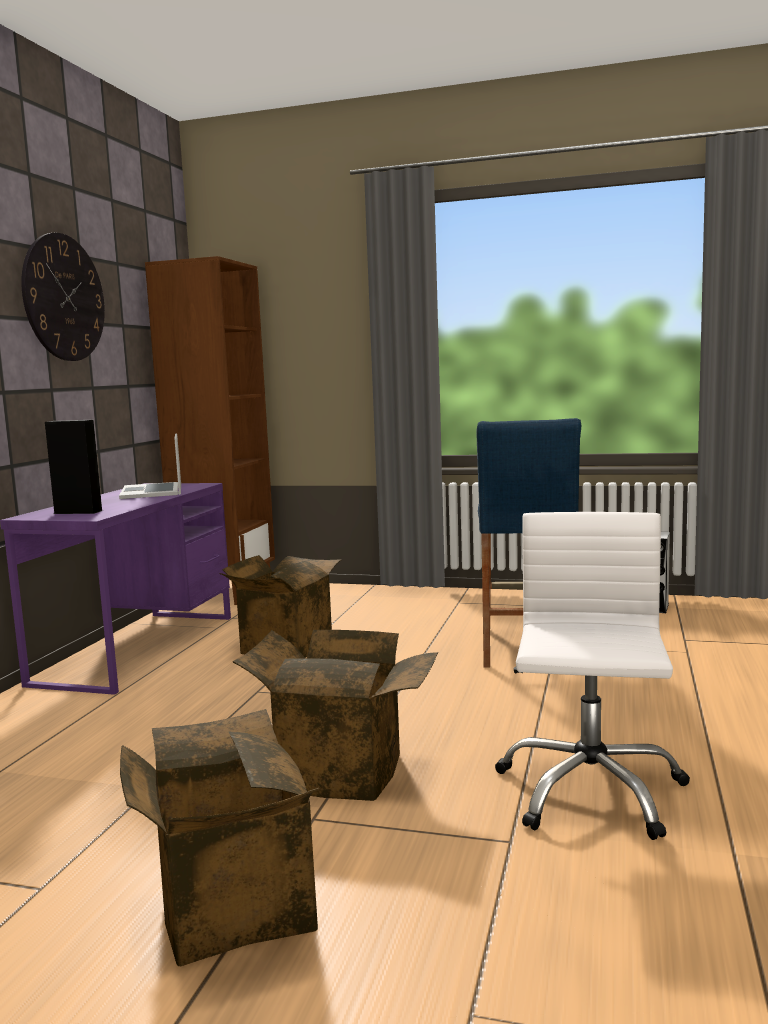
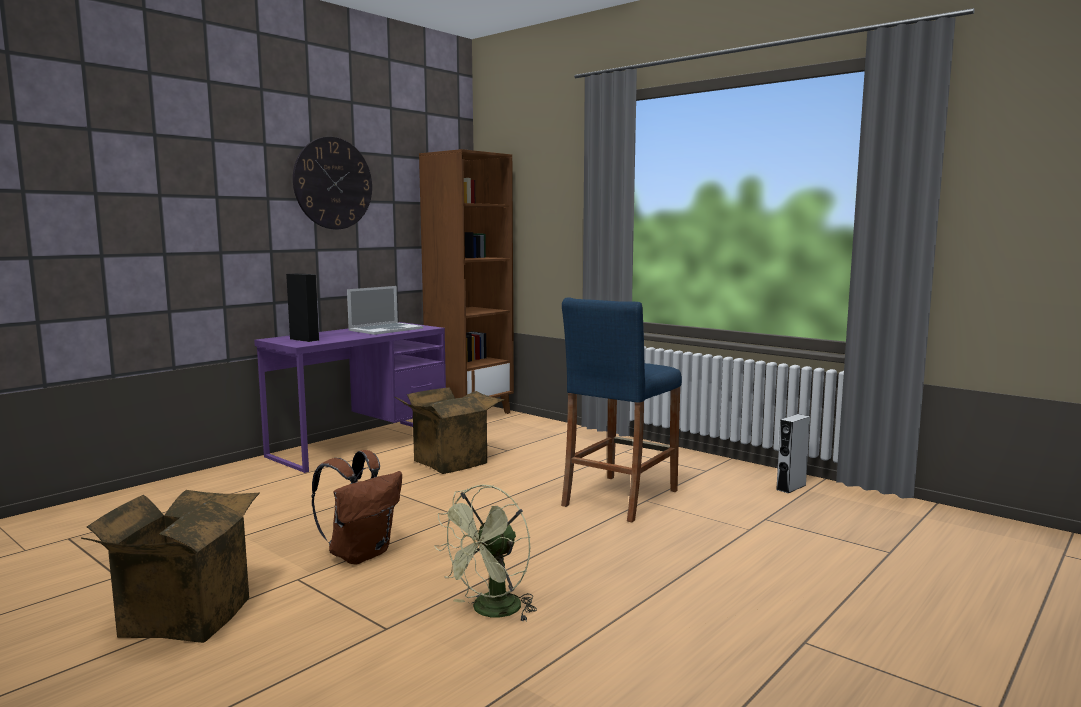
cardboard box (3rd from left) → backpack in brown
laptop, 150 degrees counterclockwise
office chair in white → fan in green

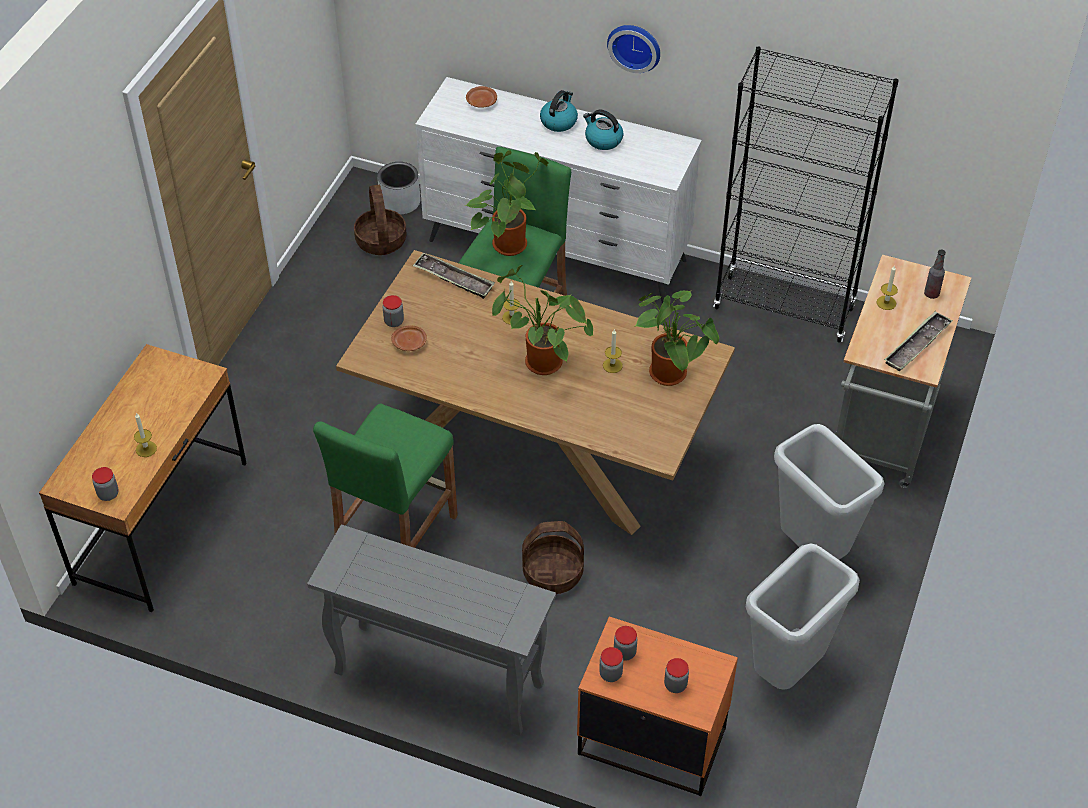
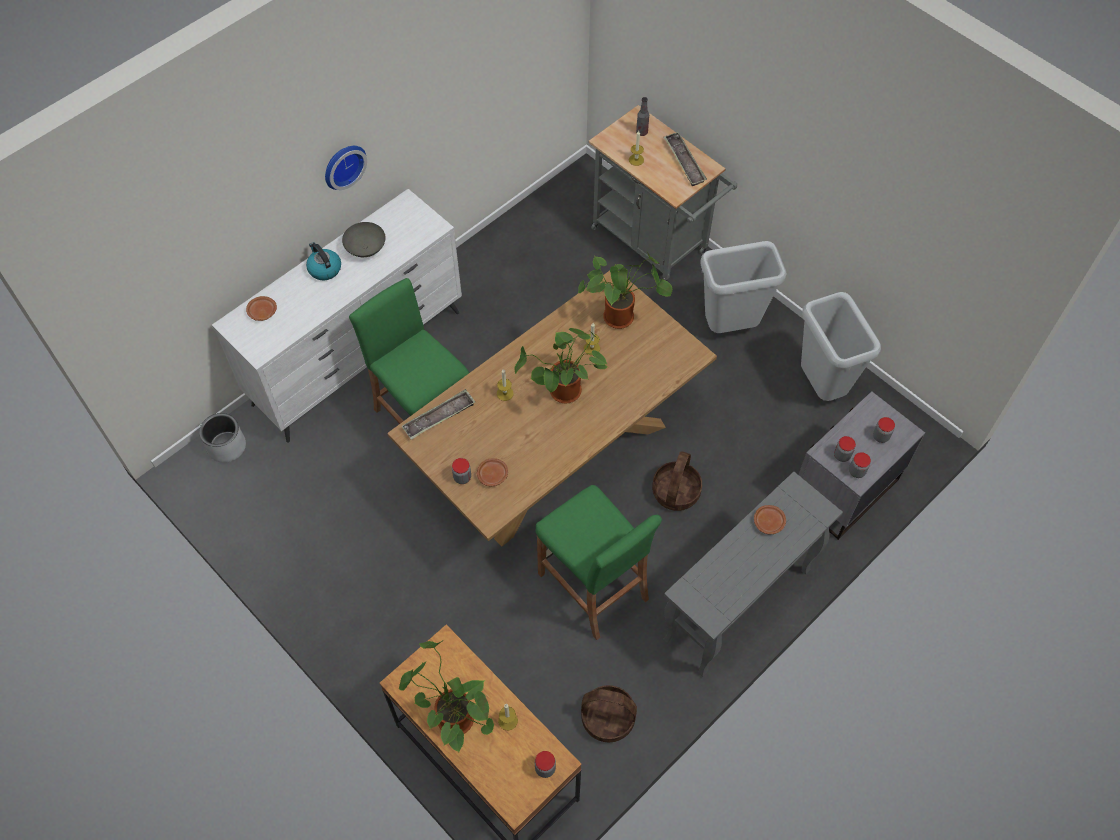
kettle (2nd from left) → bowl in grey
potted plant (1st from left), moved
basket (1st from left), moved
- → plate in brown (3rd from left)
nightstand in orange → nightstand in grey
bookcase in black → -

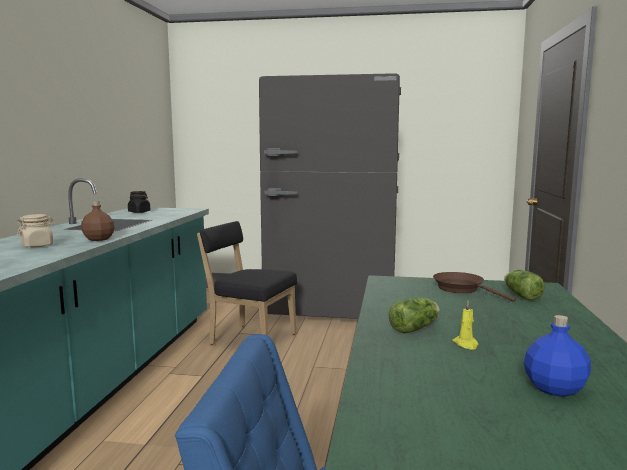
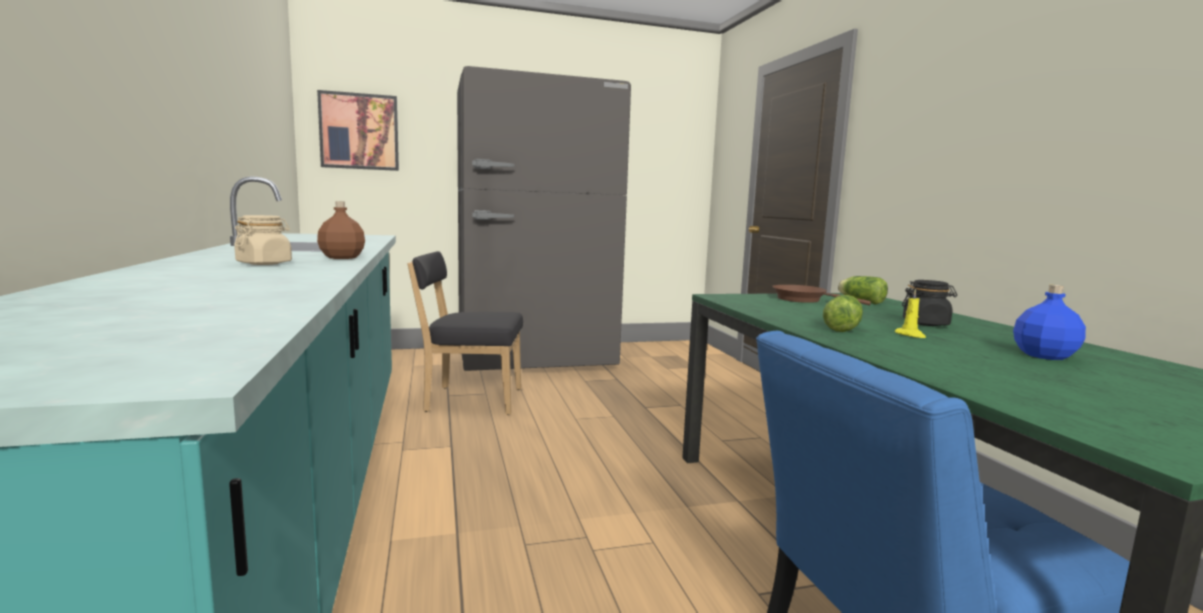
- → picture
jar in black, moved

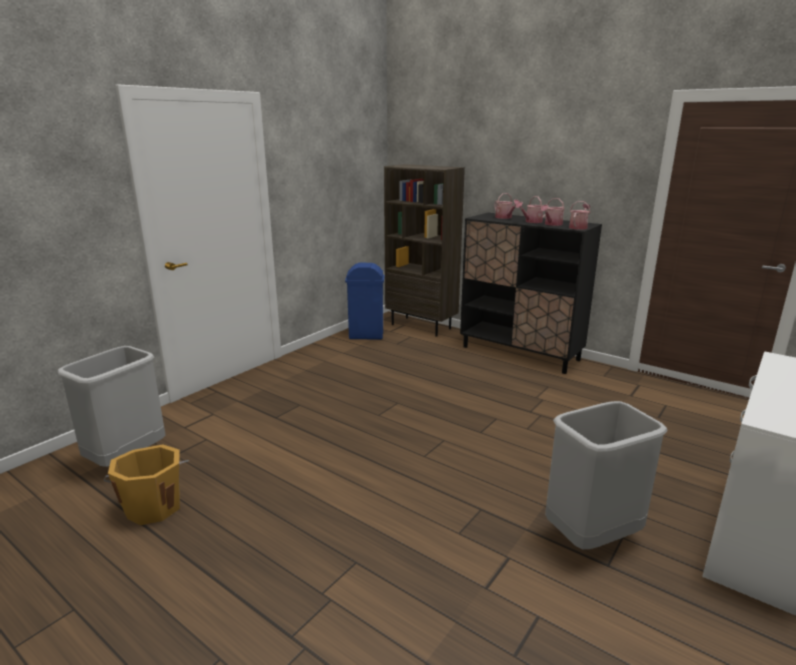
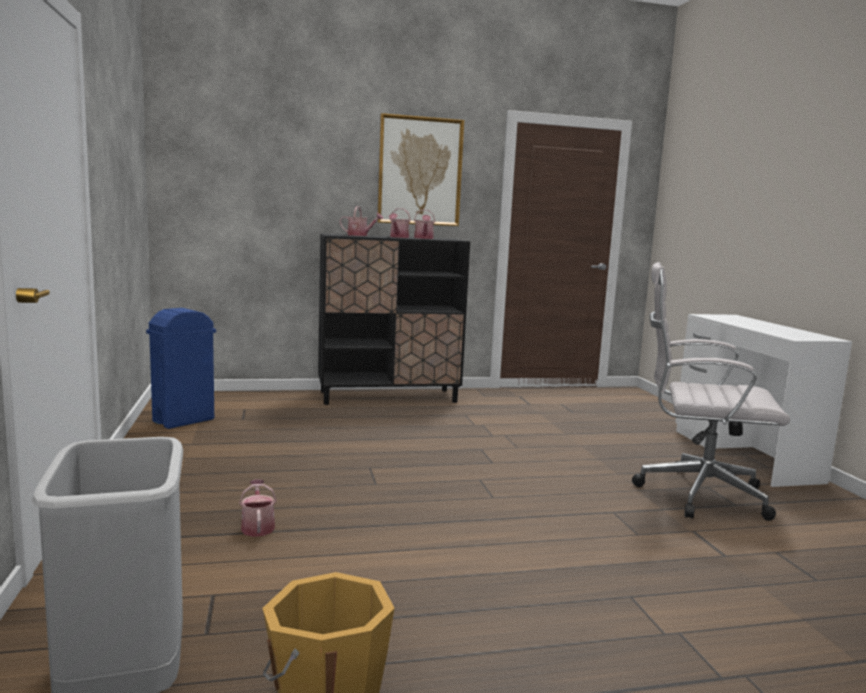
watering can (4th from left in the first image) → watering can (1st from left), moved
- → picture
trash can in grey (2nd from left) → office chair in white
bookcase in brown → -

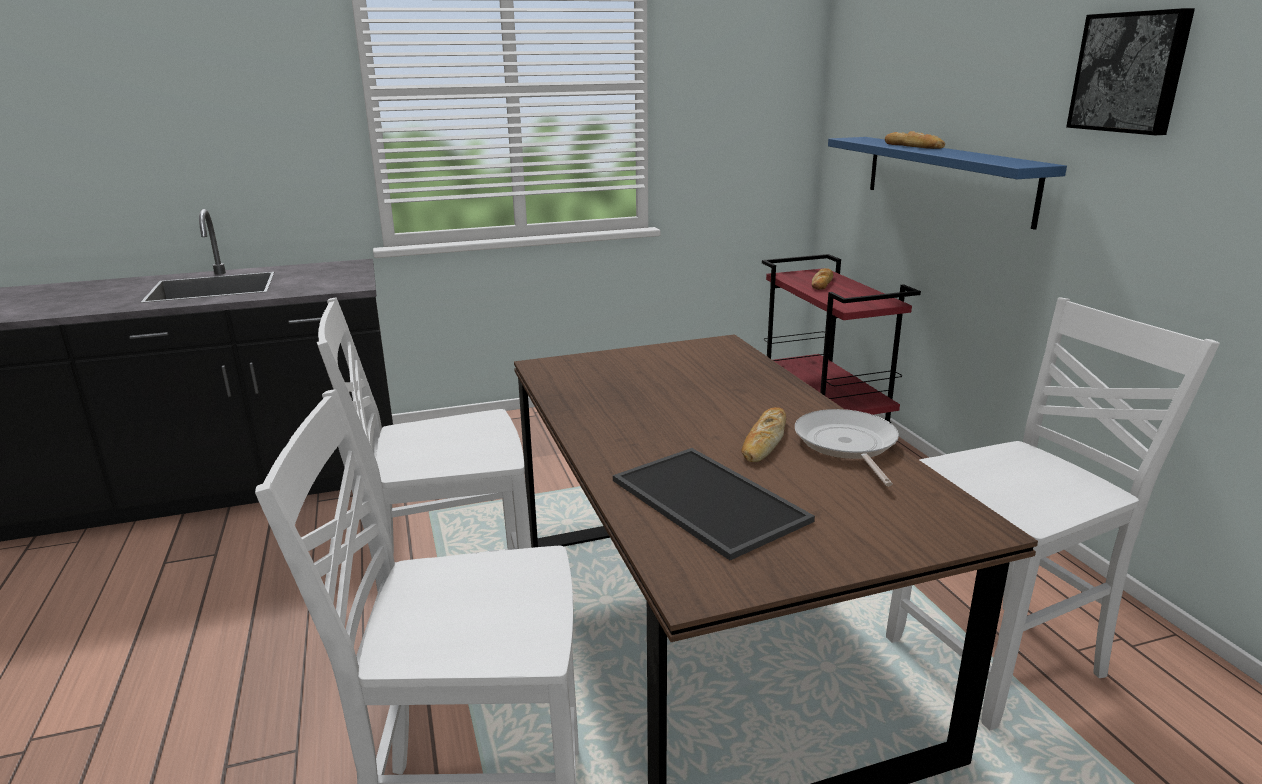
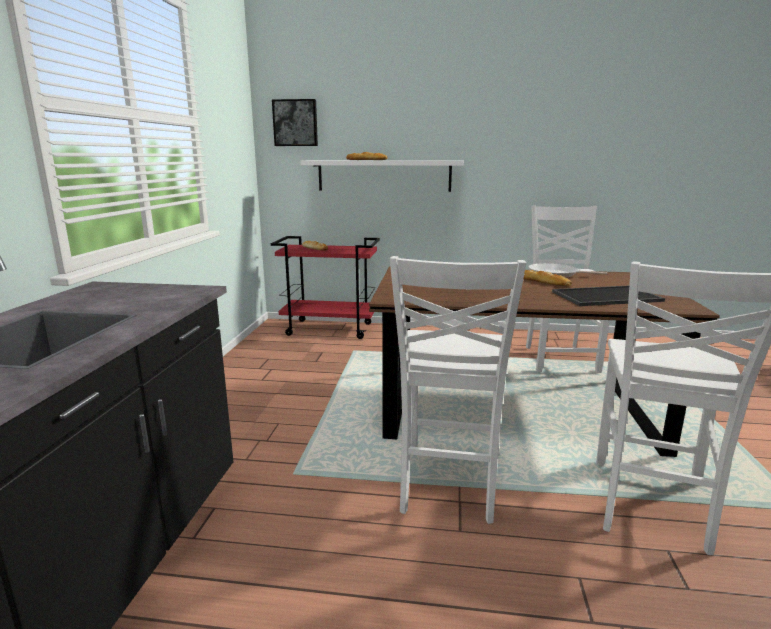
picture, moved
shelf in blue → shelf in white

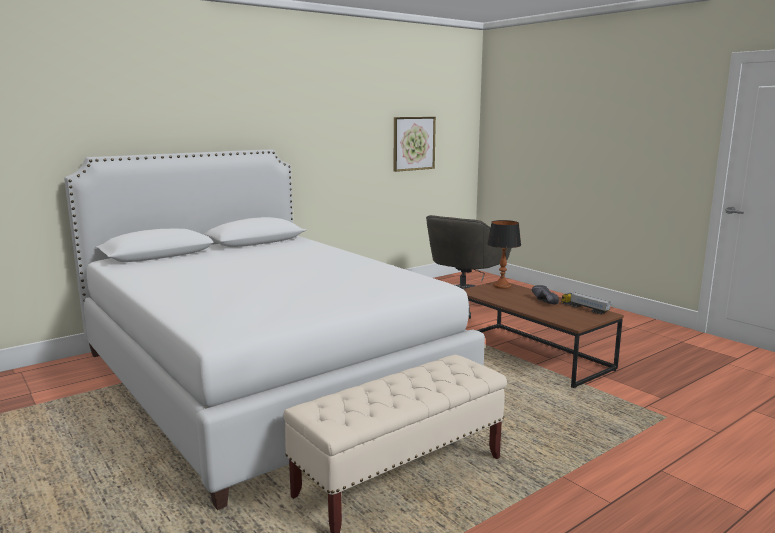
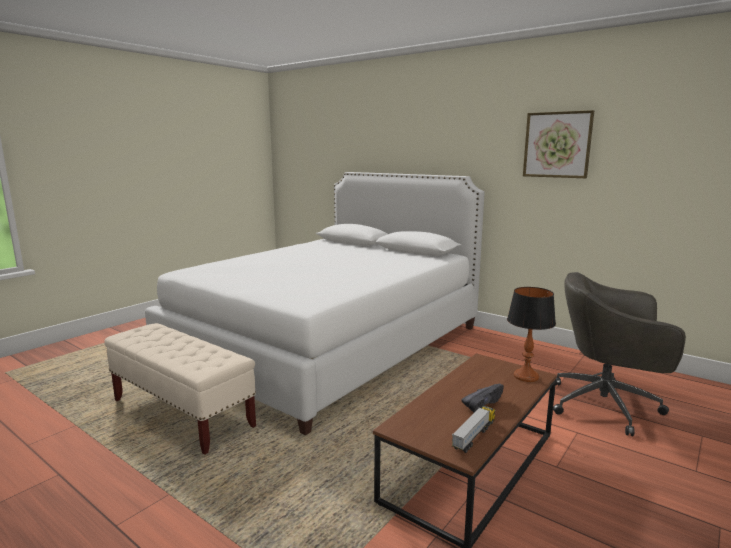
picture, moved

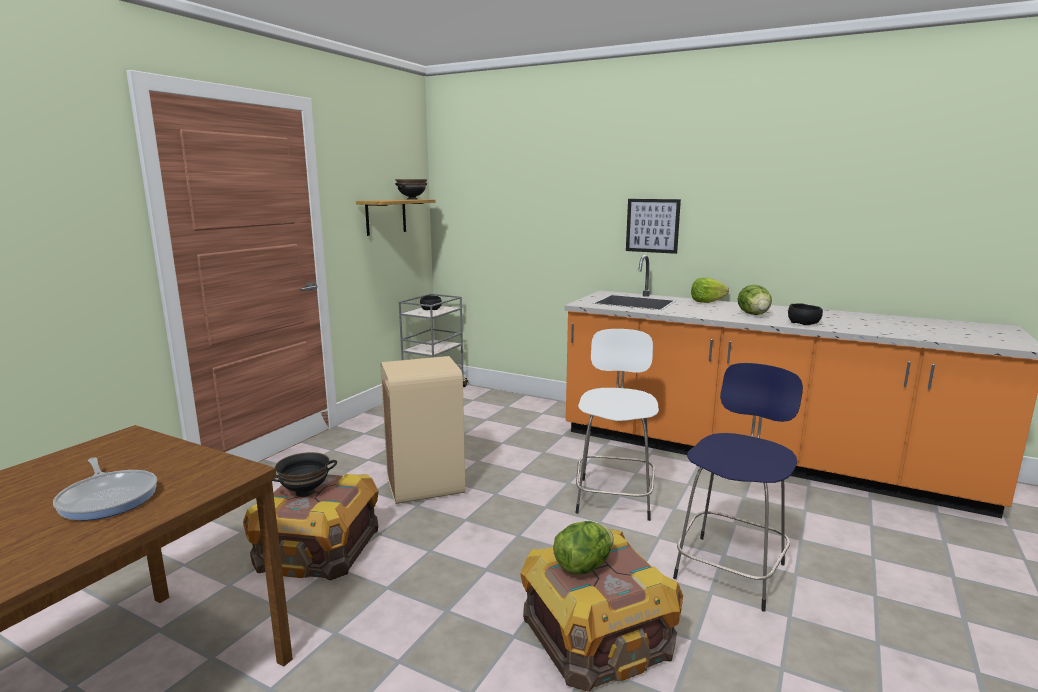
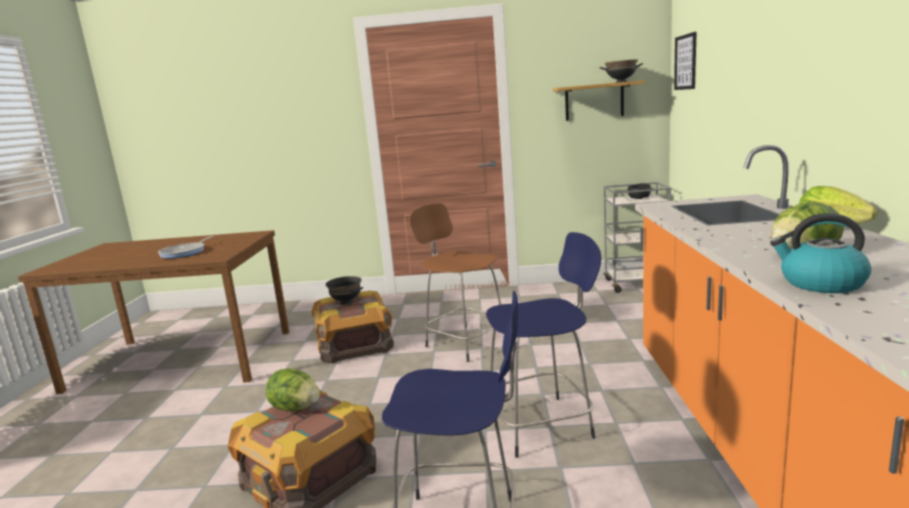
trash can in beige → stool in brown
stool in white → stool in blue (2nd from left)
picture, moved
bowl in black (4th from left) → kettle

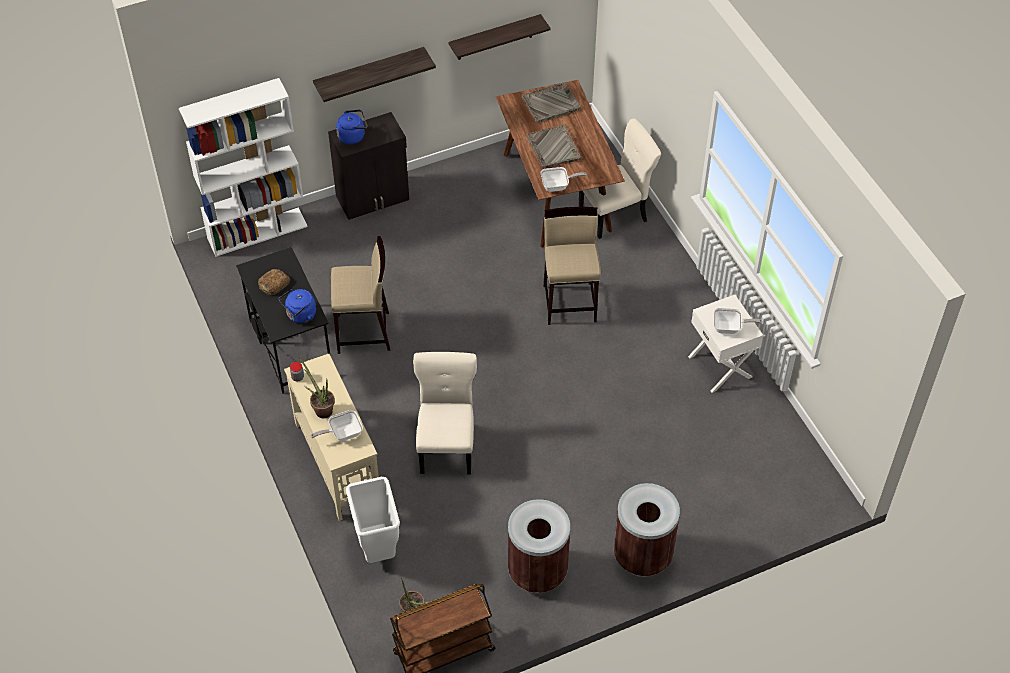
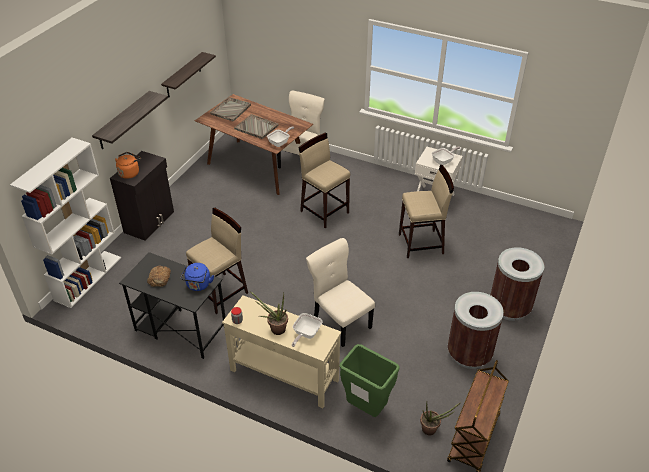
kettle in blue (2nd from left) → kettle in orange
trash can in white → trash can in green
- → stool in beige (3rd from left)

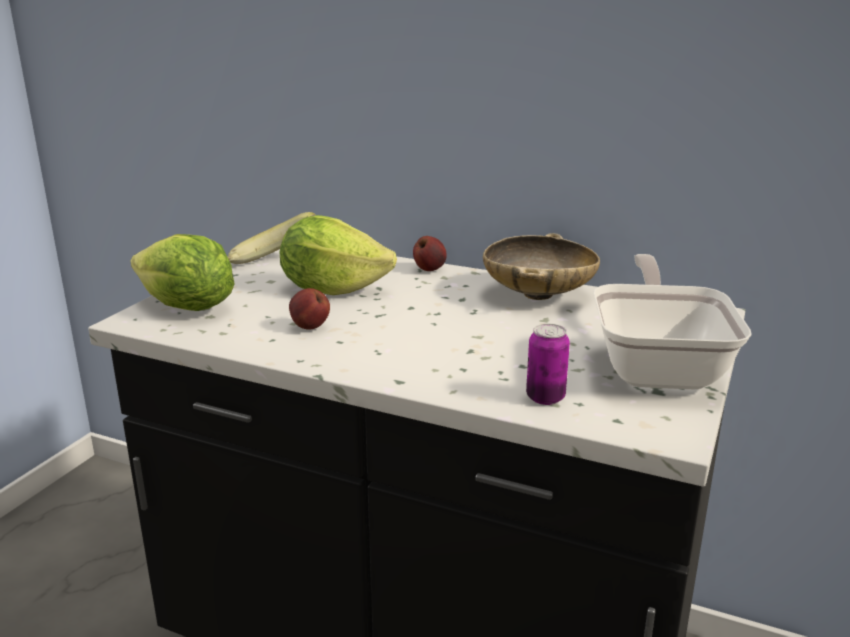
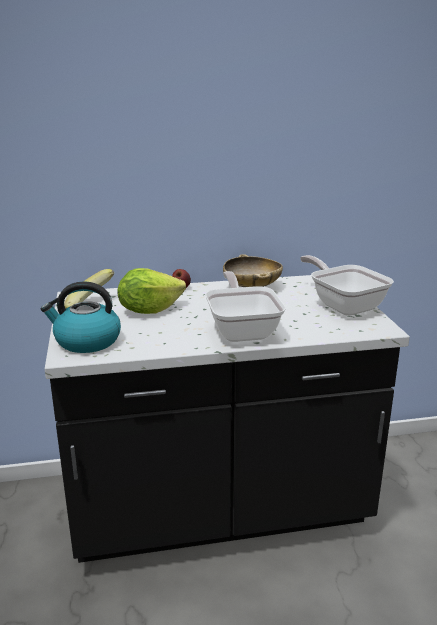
lettuce (1st from left) → kettle
- → frying pan (1st from left)
apple (1st from left) → -
can → -

